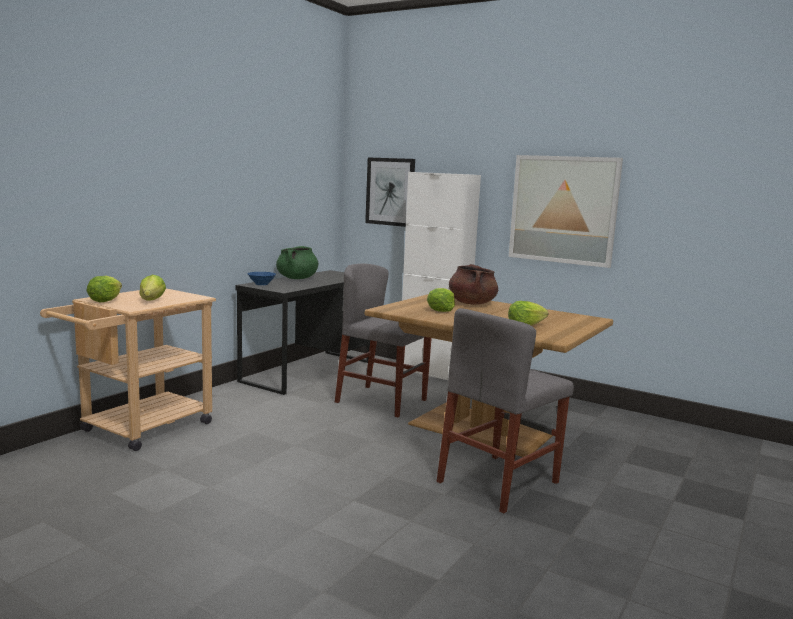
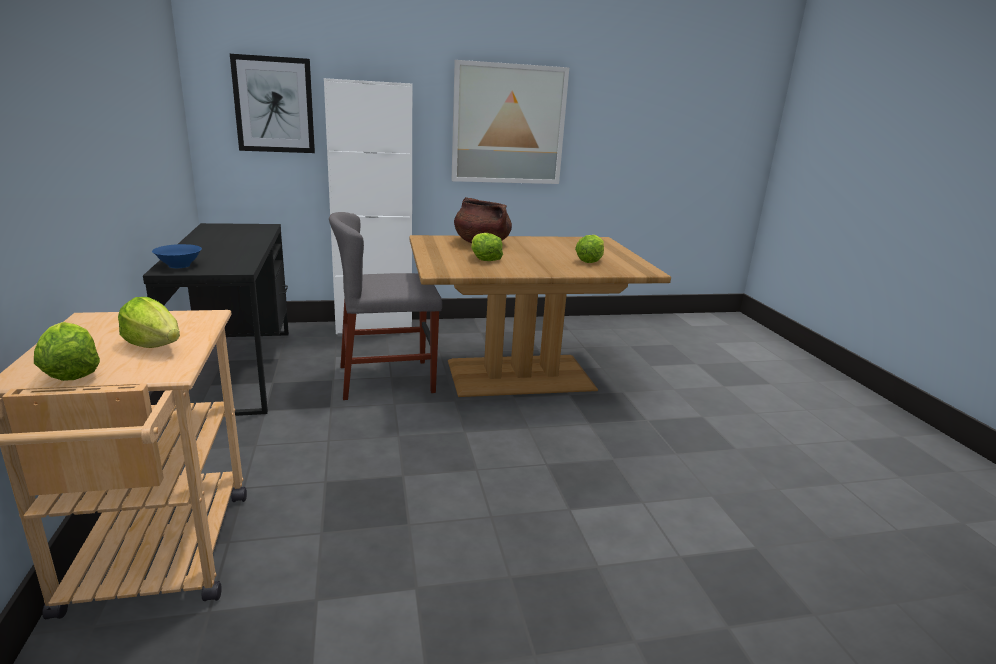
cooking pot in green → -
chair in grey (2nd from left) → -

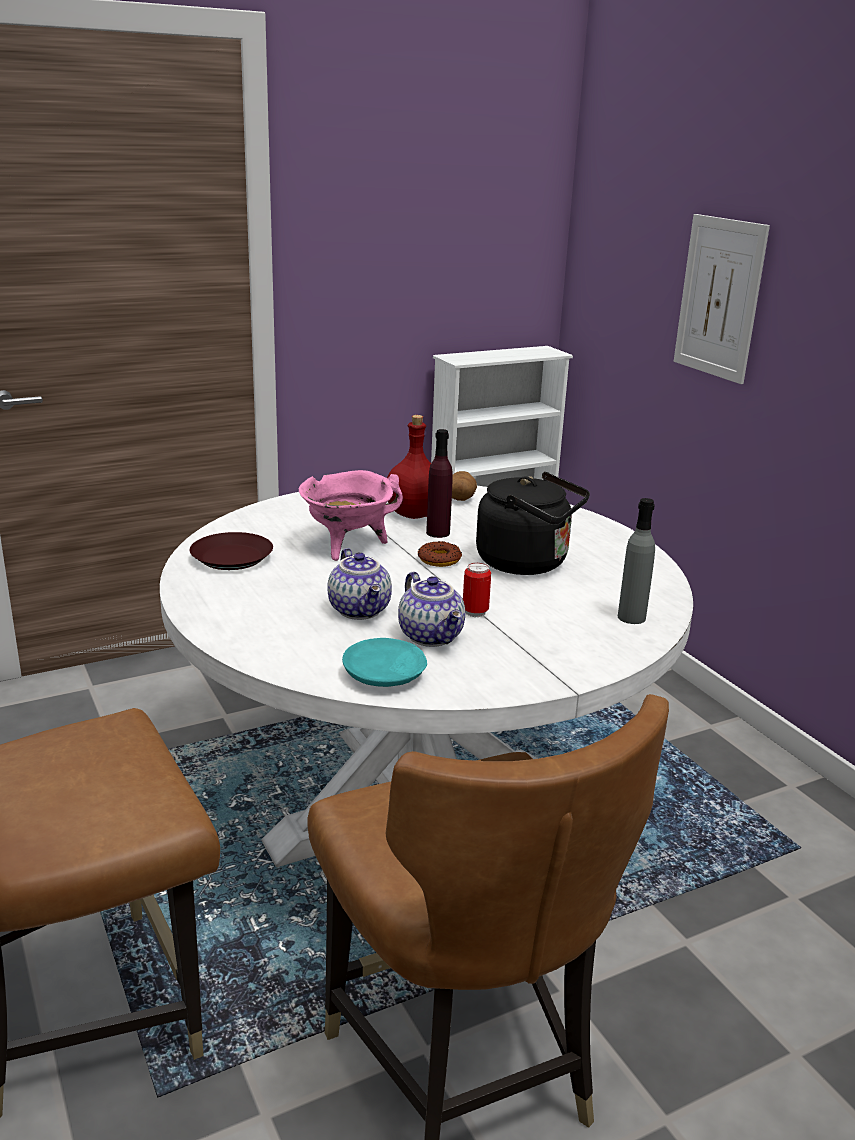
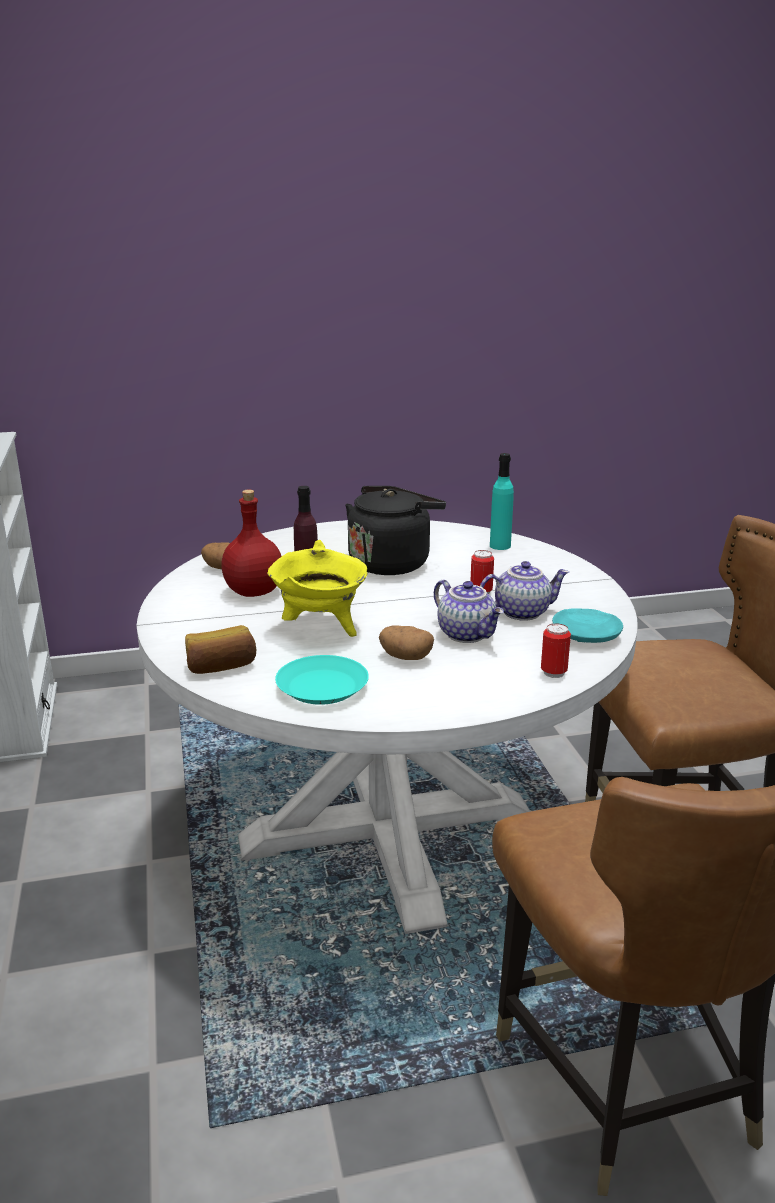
- → bread
cooking pot in pink → cooking pot in yellow
plate in brown → plate in turquoise (1st from left)
- → potato (2nd from left)
teapot (1st from left), 60 degrees clockwise
bottle in grey → bottle in turquoise
- → can (2nd from left)
donut → -
picture → -

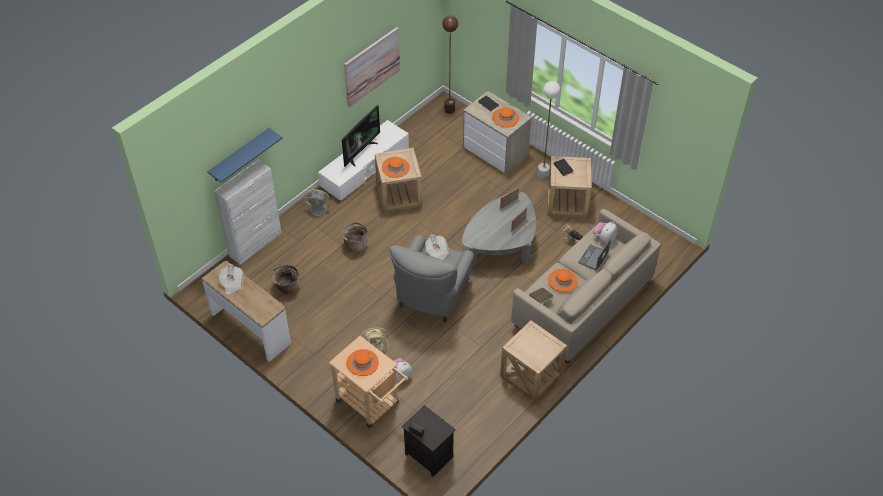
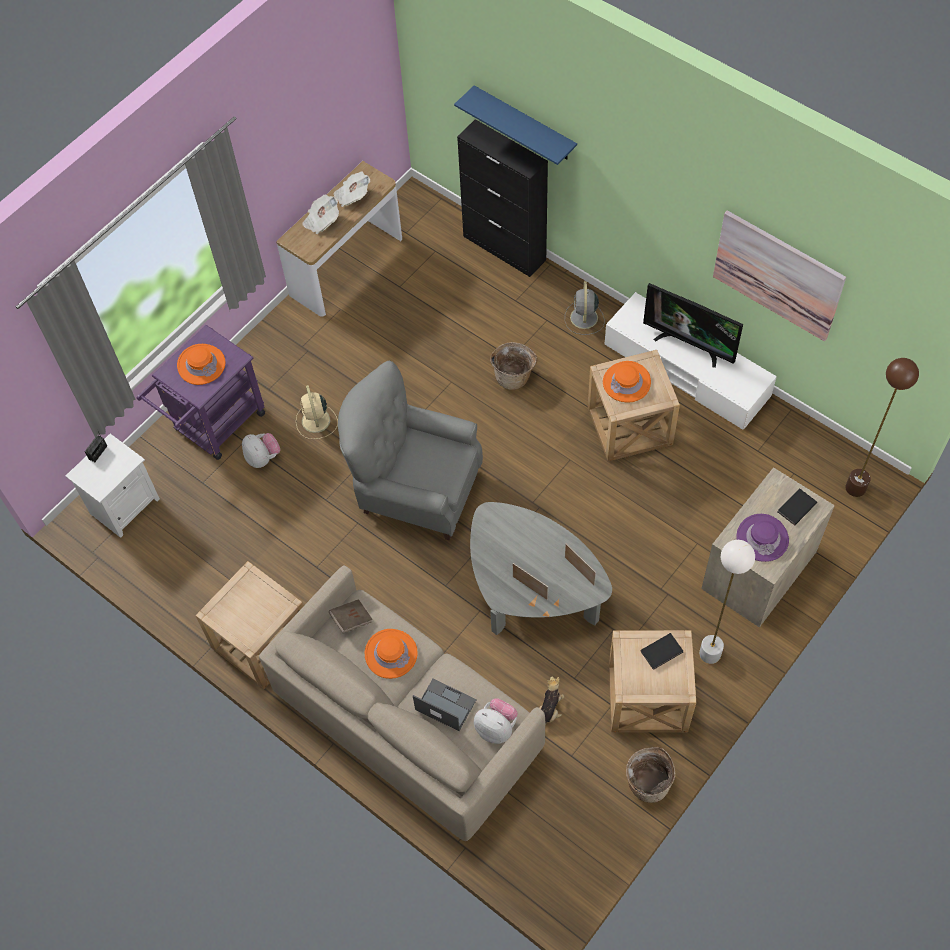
nightstand in black → nightstand in white
cart in beige → cart in purple
newspaper (2nd from left in the first image) → newspaper (1st from left), moved
cabinet in white → cabinet in black
basket (1st from left in the first image) → basket (2nd from left), moved
hat in orange (3rd from left) → hat in purple

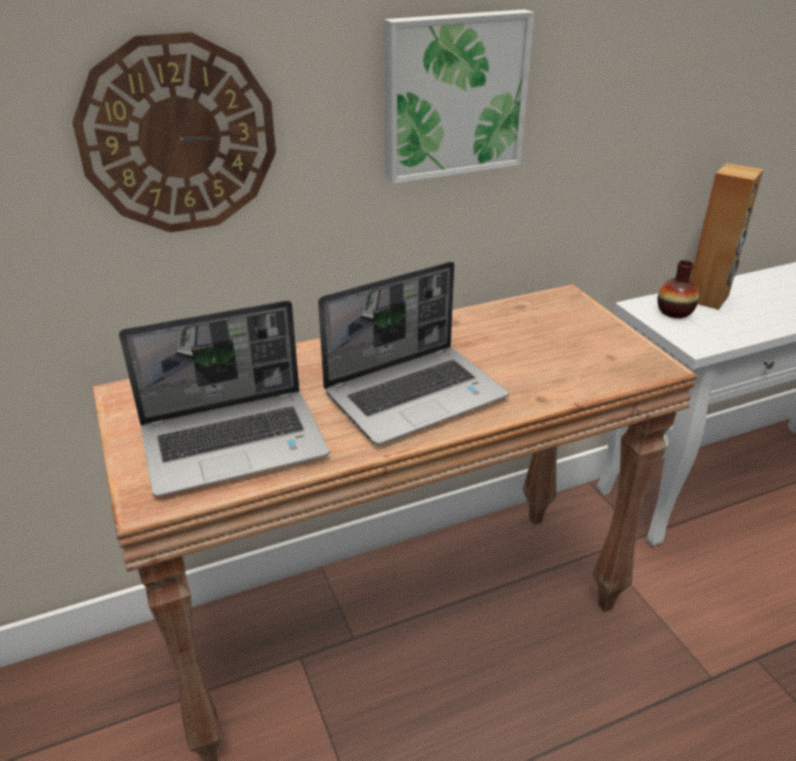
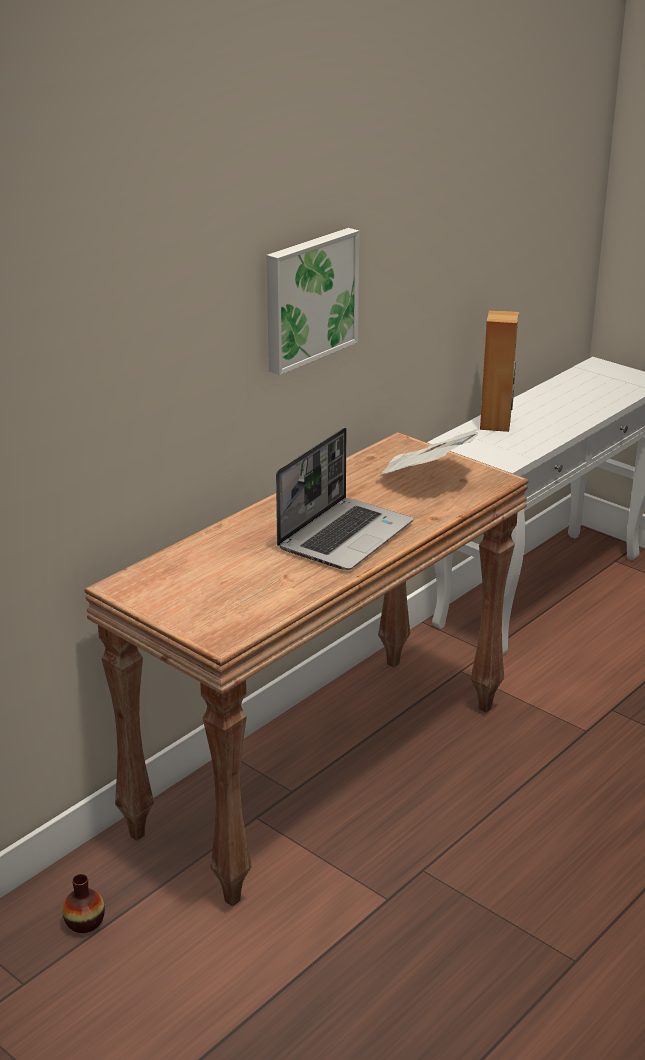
vase, moved
- → newspaper
wall clock → -
laptop (1st from left) → -

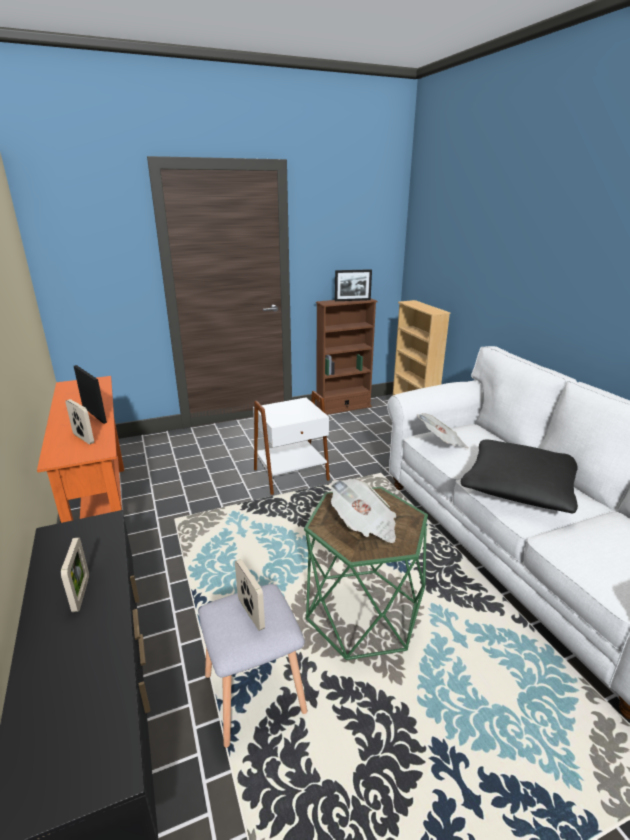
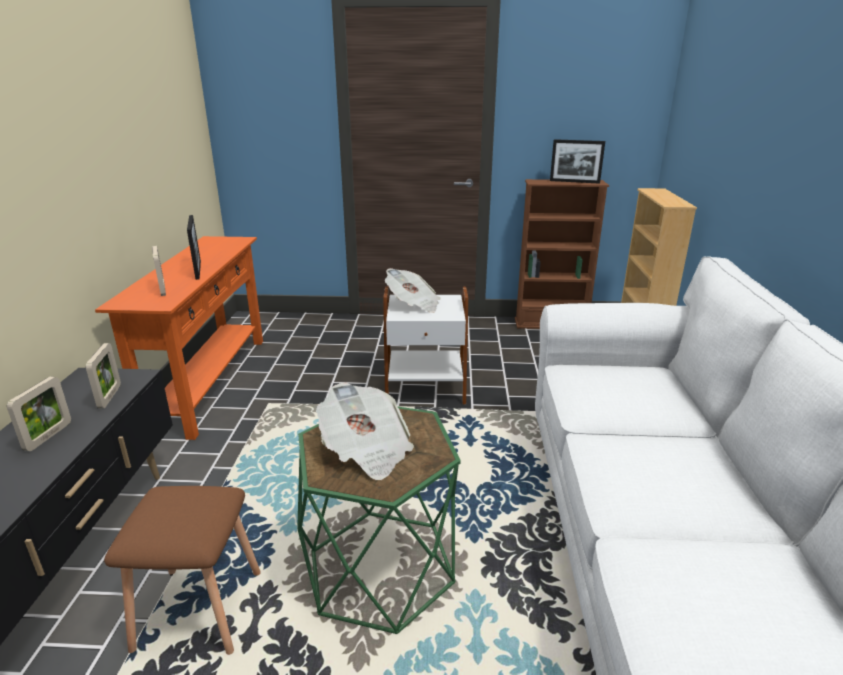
picture frame (4th from left in the first image) → picture frame (2nd from left), moved
stool in grey → stool in brown
newspaper (2nd from left), moved
pillow in black → -

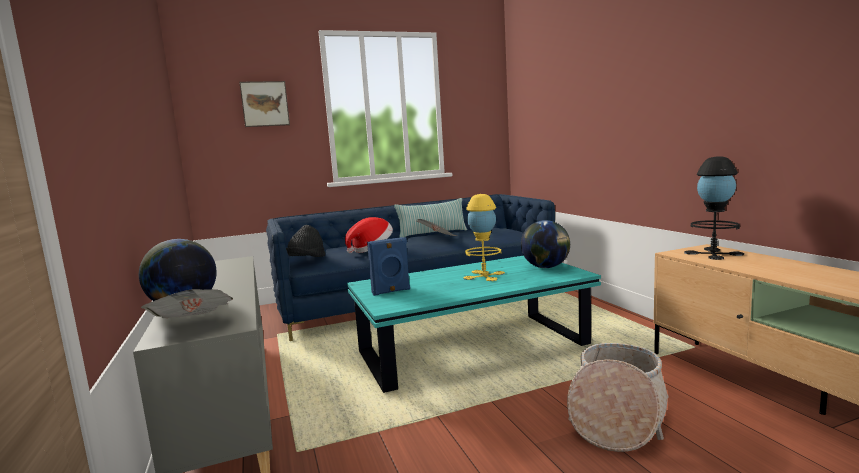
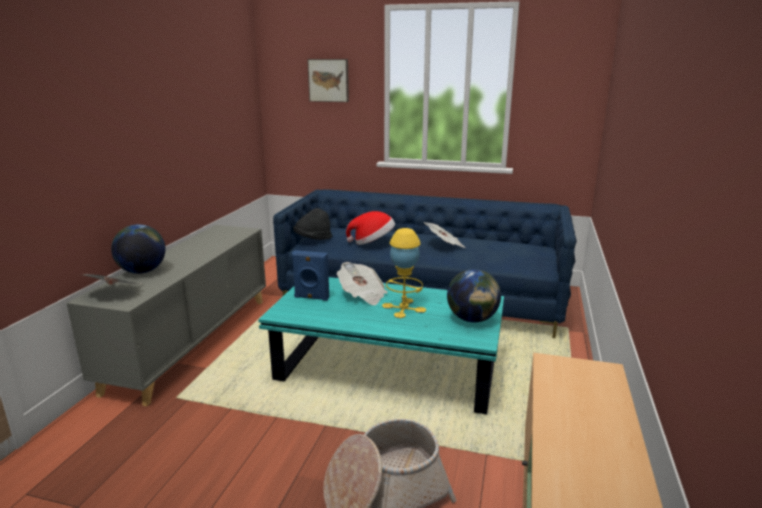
- → newspaper (2nd from left)
pillow → -
table lamp in black → -

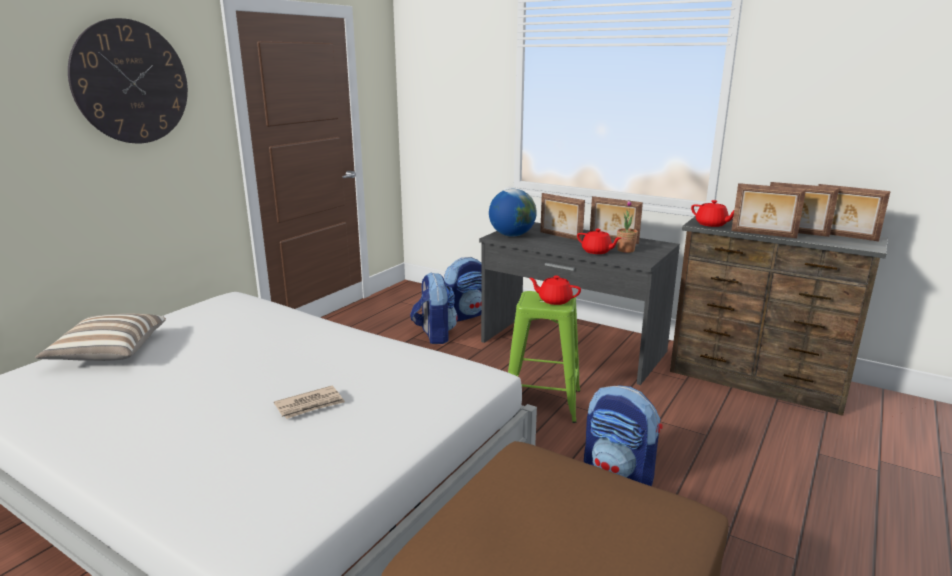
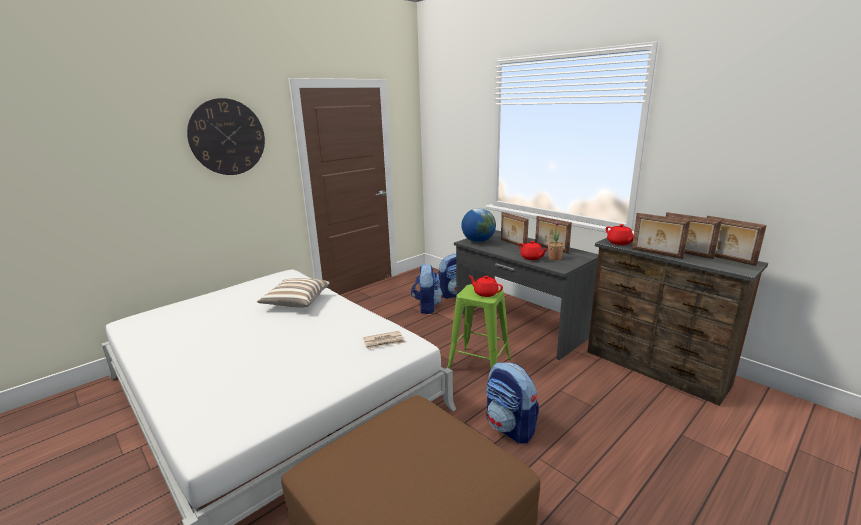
pillow, moved
newspaper, moved

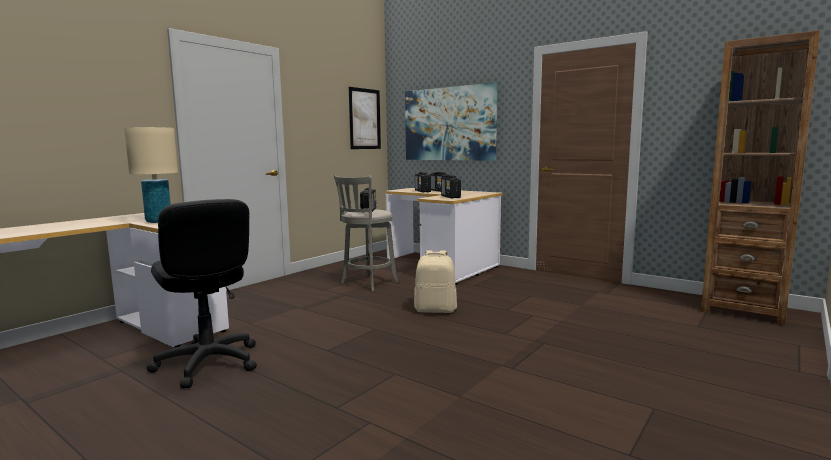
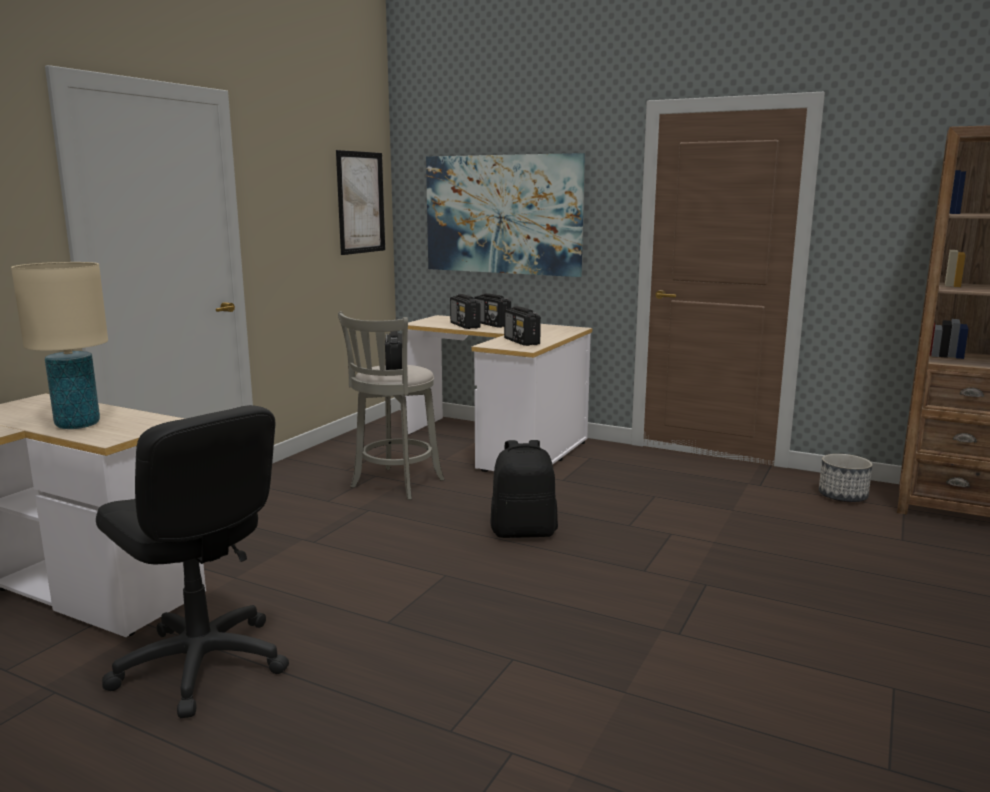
backpack in beige → backpack in black
- → planter

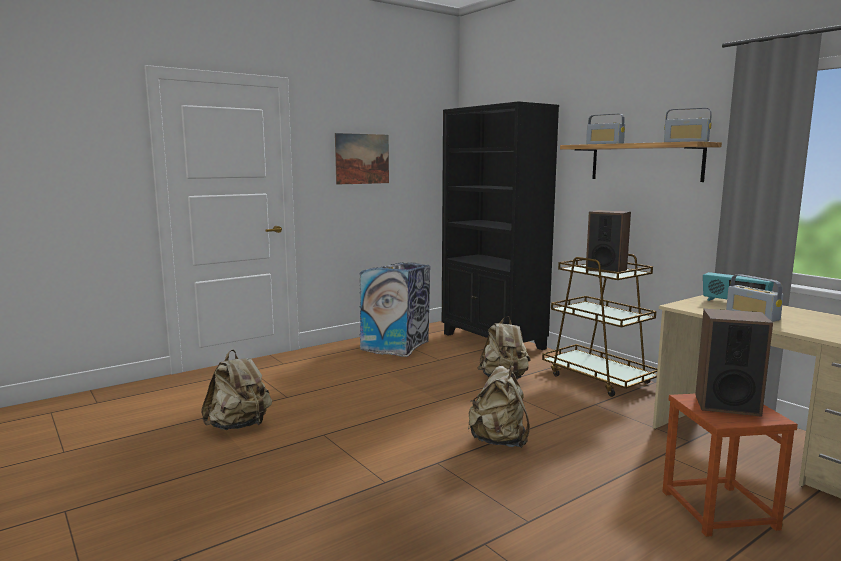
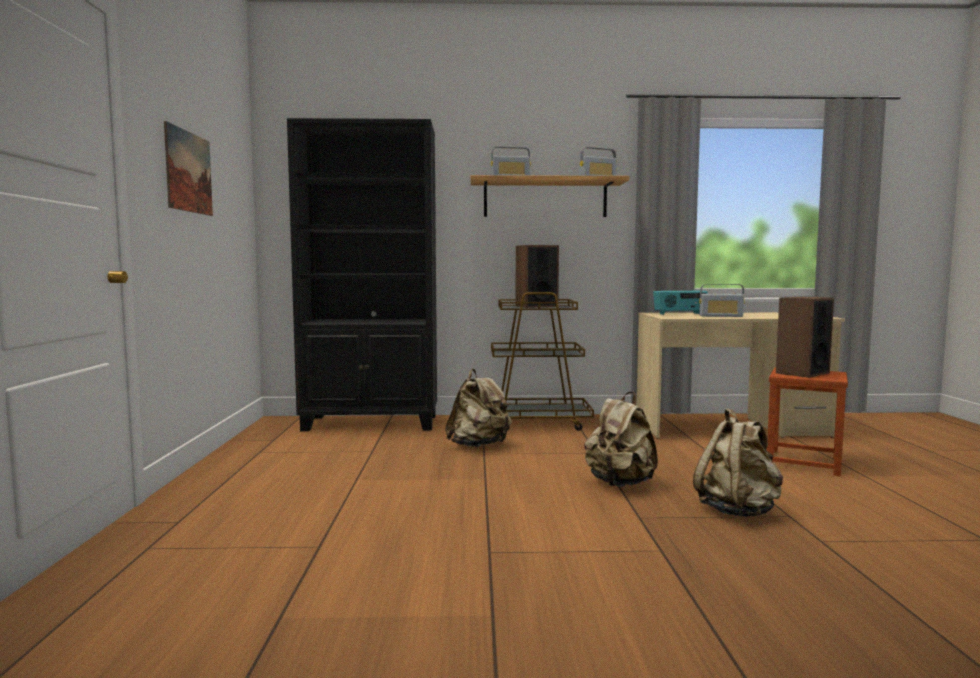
backpack in beige (1st from left in the first image) → backpack in beige (3rd from left), moved
trash can → -

